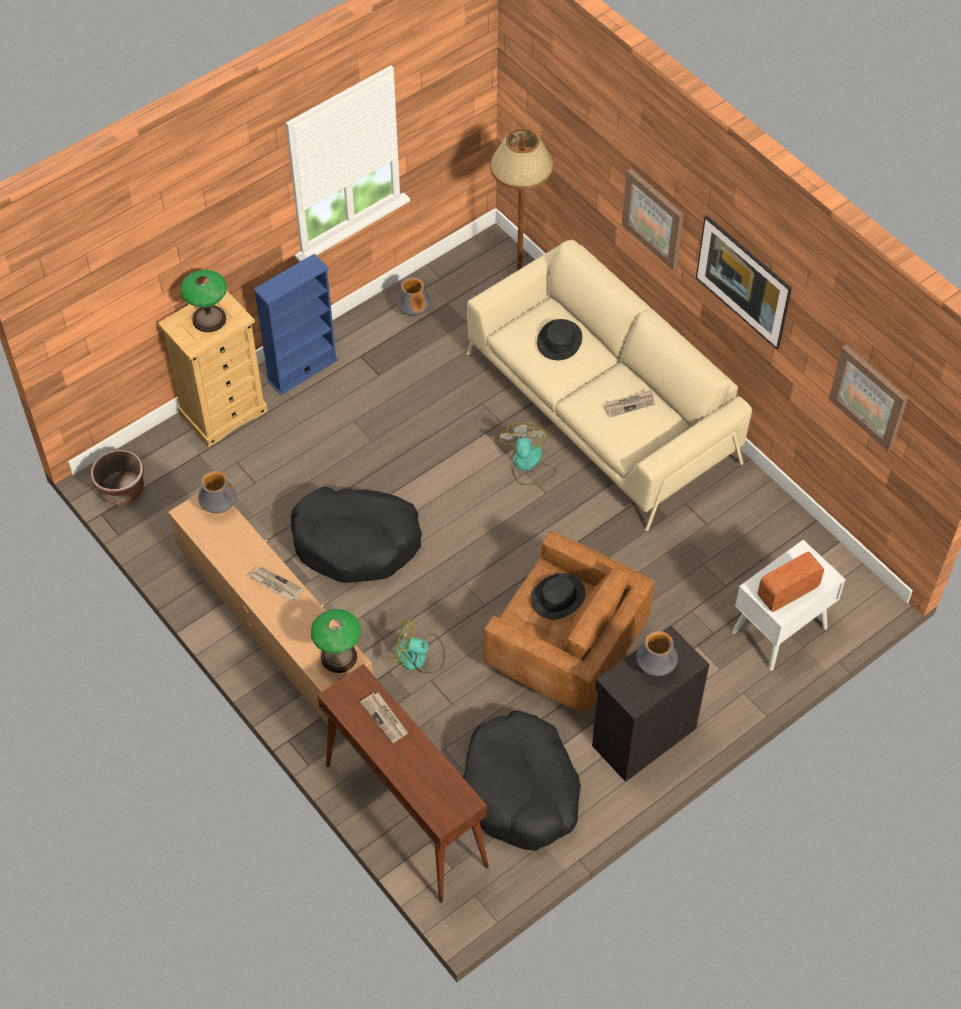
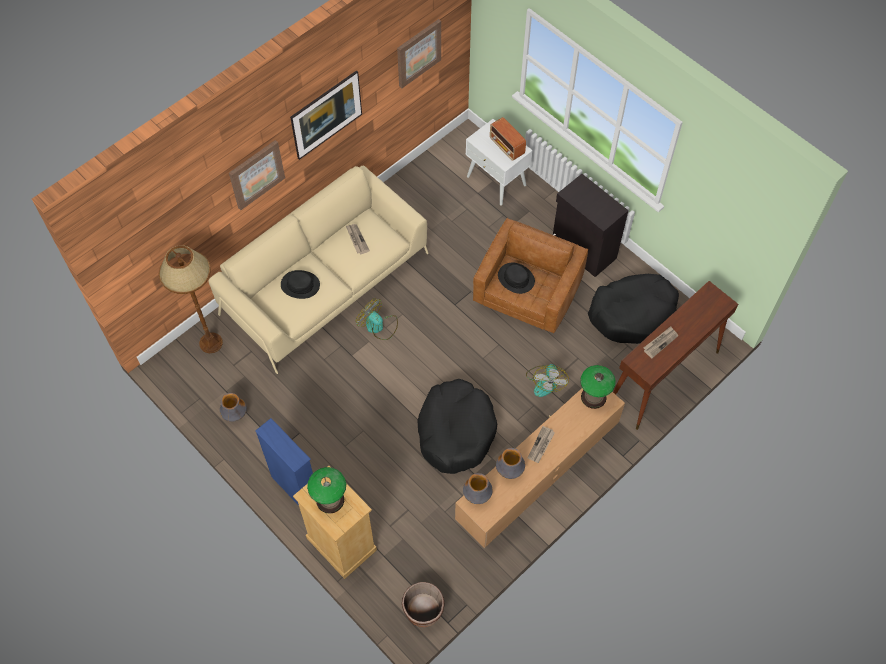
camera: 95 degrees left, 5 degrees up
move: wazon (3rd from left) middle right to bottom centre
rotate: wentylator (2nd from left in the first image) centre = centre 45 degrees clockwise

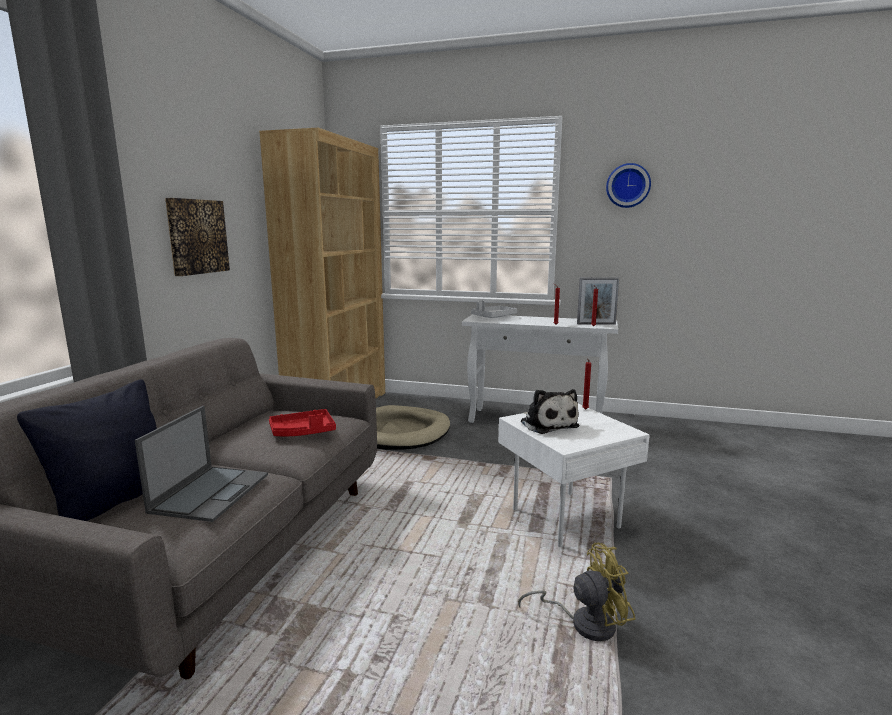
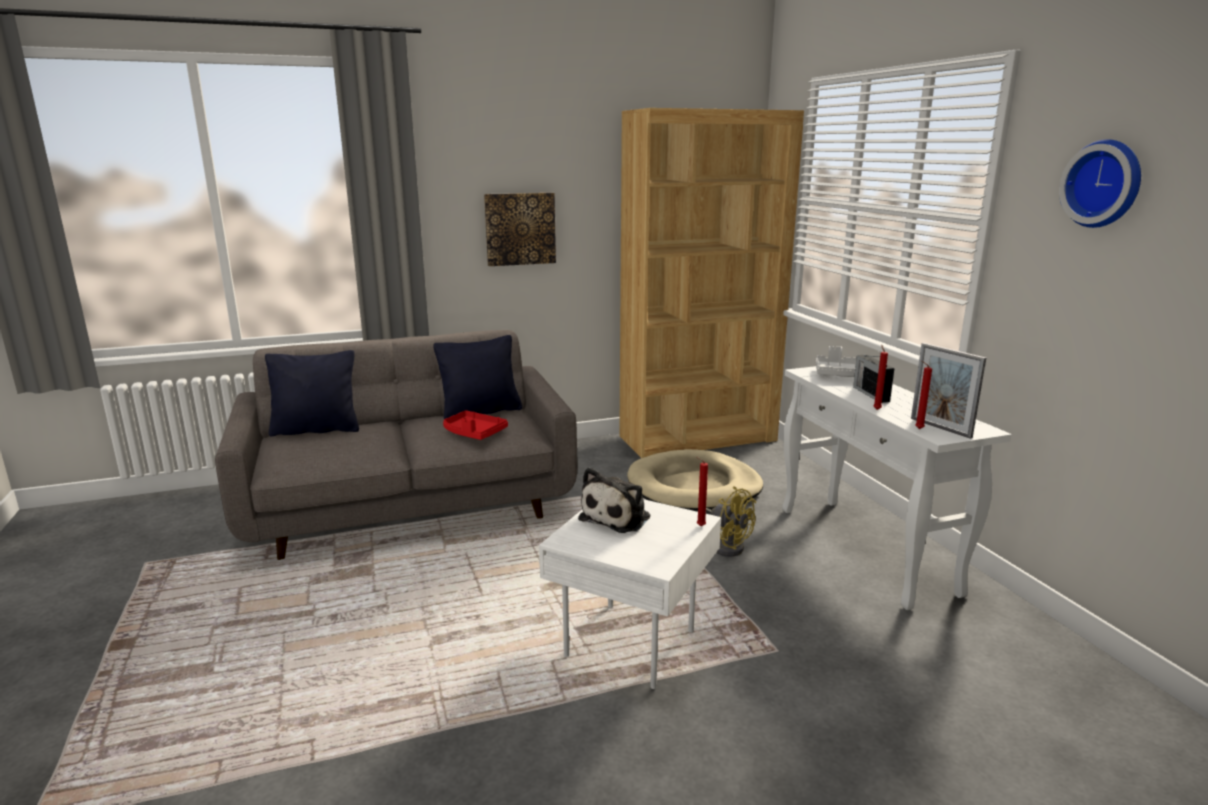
camera: 55 degrees right, 5 degrees up
delete: laptop middle left
insert: poduszka [czarny] (2nd from left) centre; radio middle right
move: wentylator [żółty] bottom centre to centre

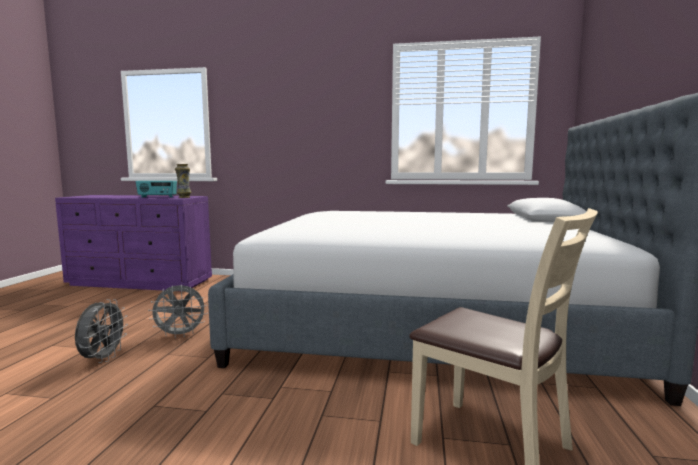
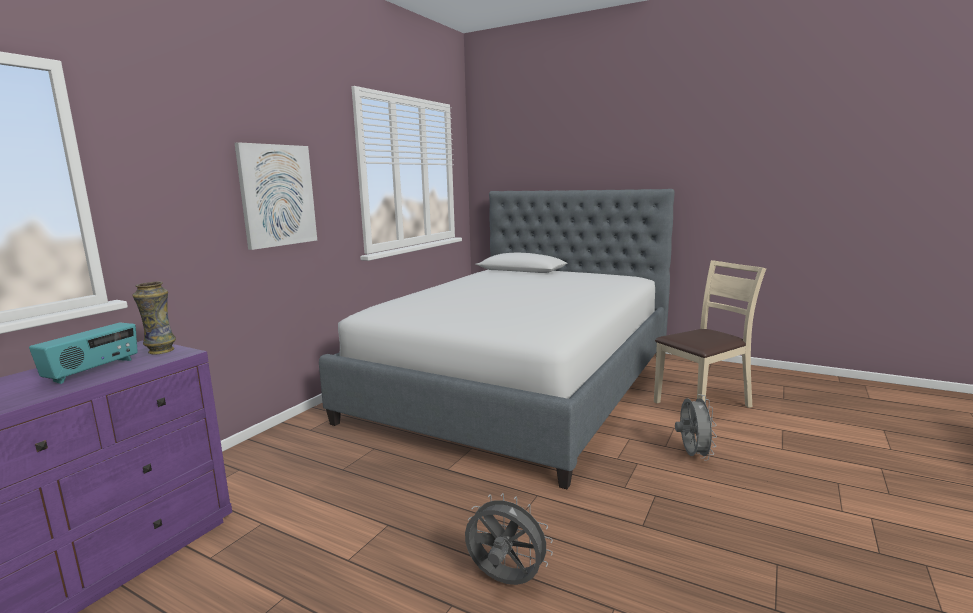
camera: 70 degrees left, 5 degrees up
insert: obraz top left
move: wentylator [szary] (2nd from left) bottom left to bottom right

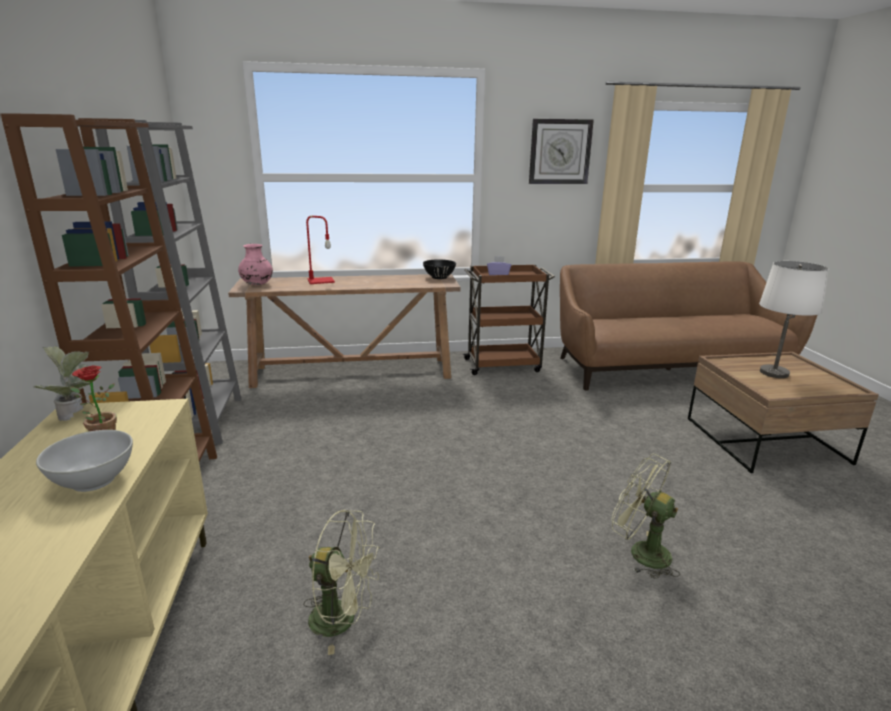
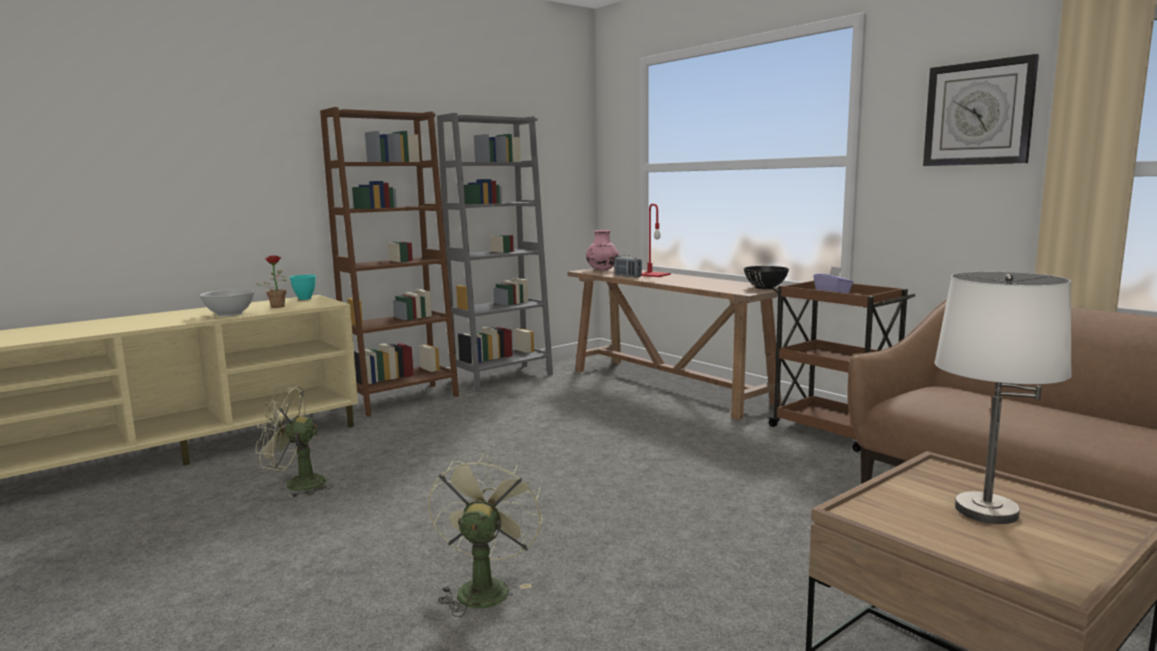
camera: 60 degrees right, 10 degrees down
insert: radio centre
replace: roślina doniczkowa (1st from left) middle left to miska [turkusowy] middle left
rotate: wentylator [zielony] (1st from left) bottom centre = bottom left 105 degrees clockwise

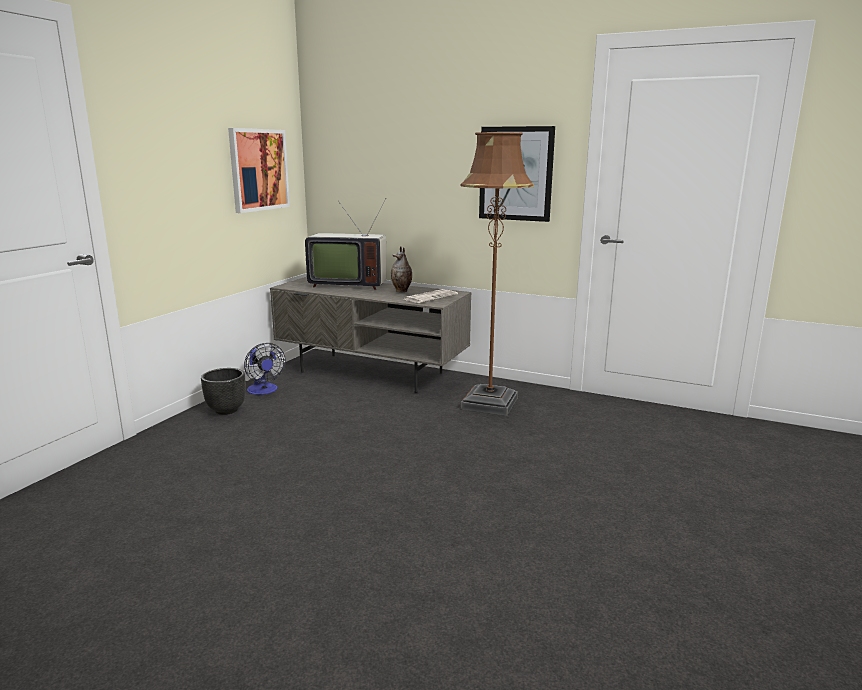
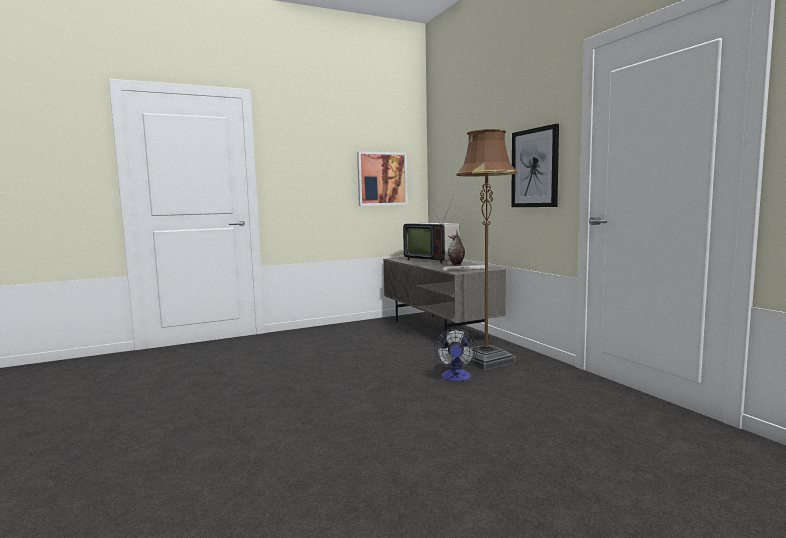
camera: 40 degrees right, 10 degrees down
delete: donica [czarny] middle left
move: wentylator middle left to centre

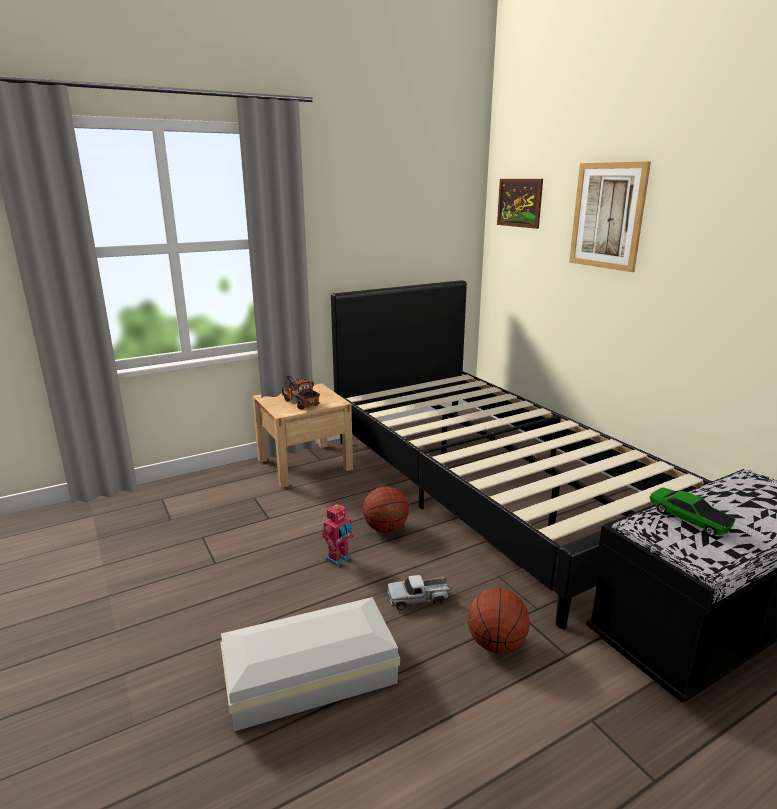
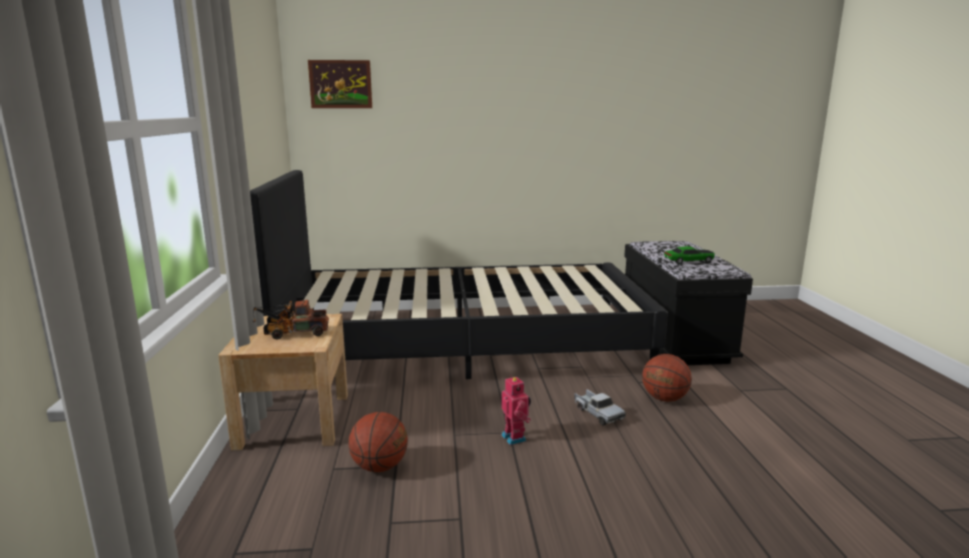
camera: 65 degrees left, 5 degrees down
delete: pojemnik do przechowywania [biały] bottom centre; obraz (2nd from left) top right
move: piłka do koszykówki (1st from left) centre to bottom centre
rotate: ciężarówka zabawkowa (2nd from left) bottom centre = bottom centre 45 degrees counterclockwise

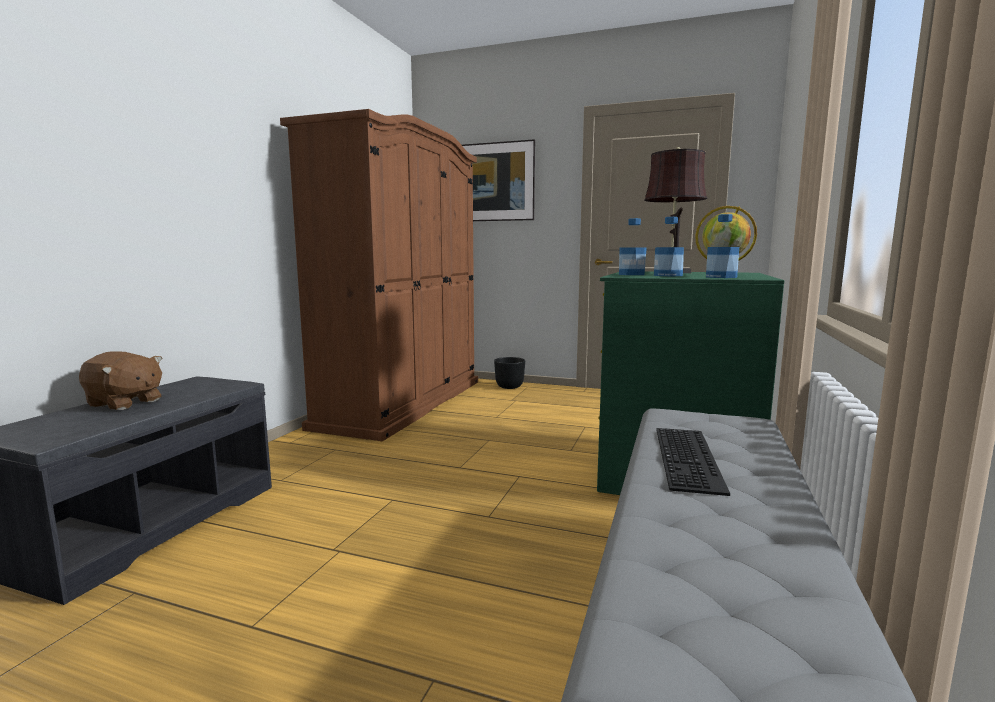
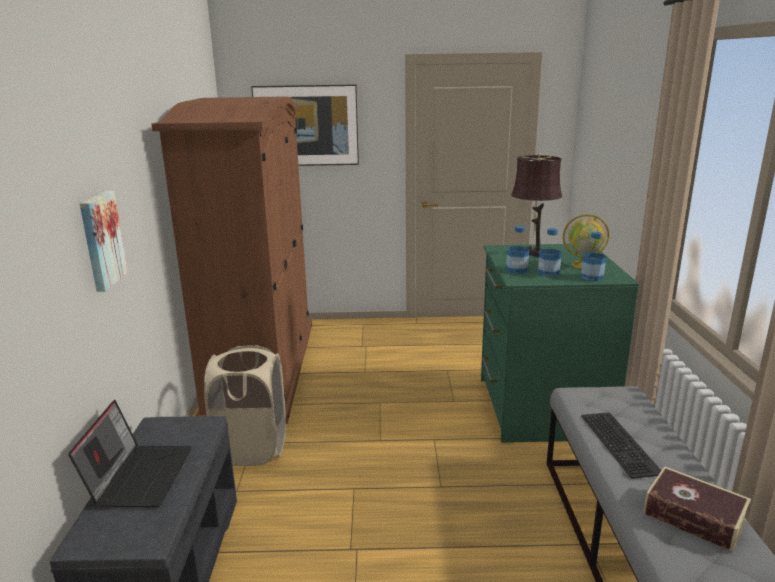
camera: 20 degrees left, 10 degrees up
delete: donica [czarny] centre
insert: obraz (1st from left) middle left; kosz na pranie [beżowy] bottom left; książka bottom right
replace: pluszak [brązowy] middle left to laptop bottom left

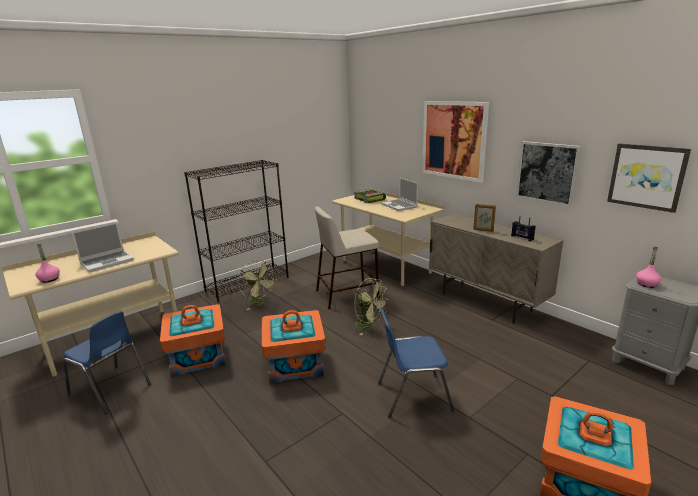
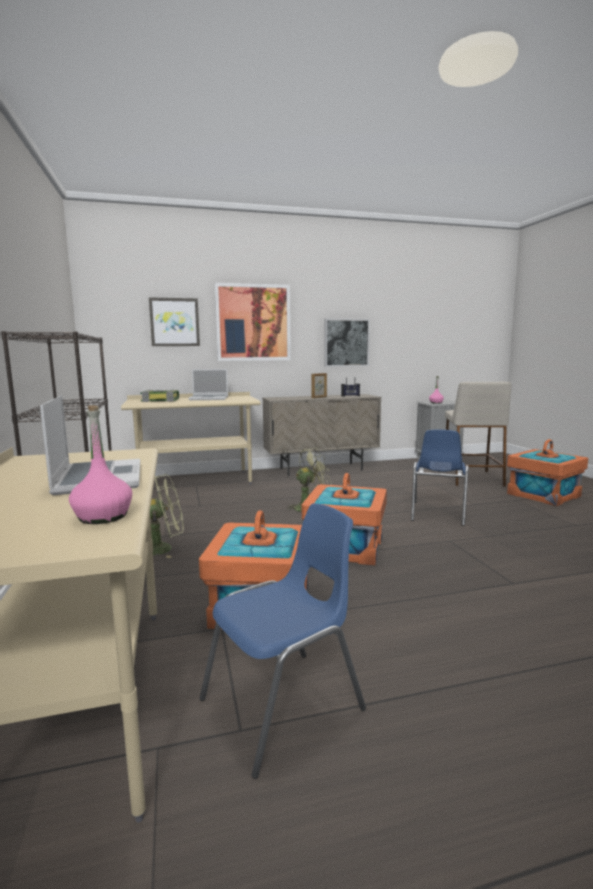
camera: 65 degrees left, 10 degrees down
move: stołek [beżowy] centre to middle right; obraz (3rd from left in the first image) middle right to obraz (1st from left) middle left

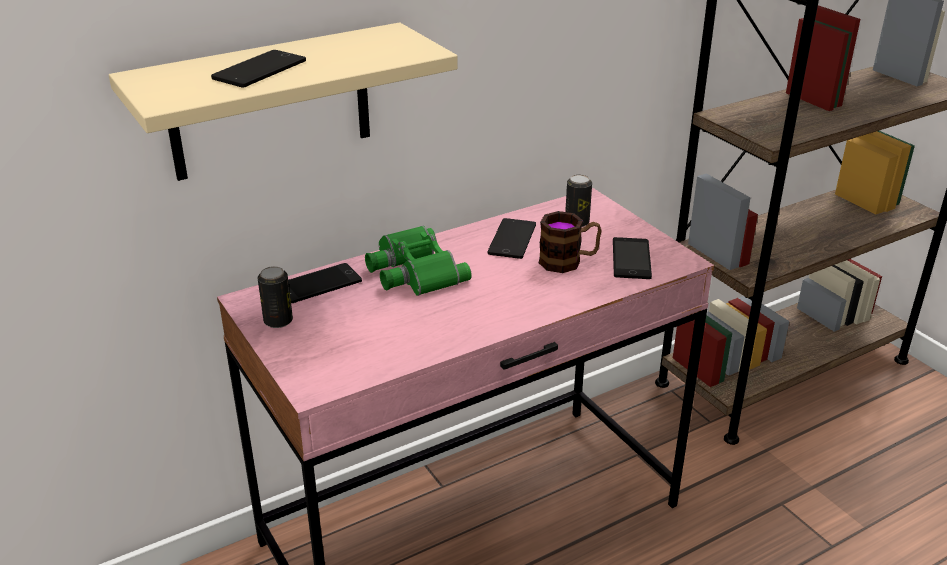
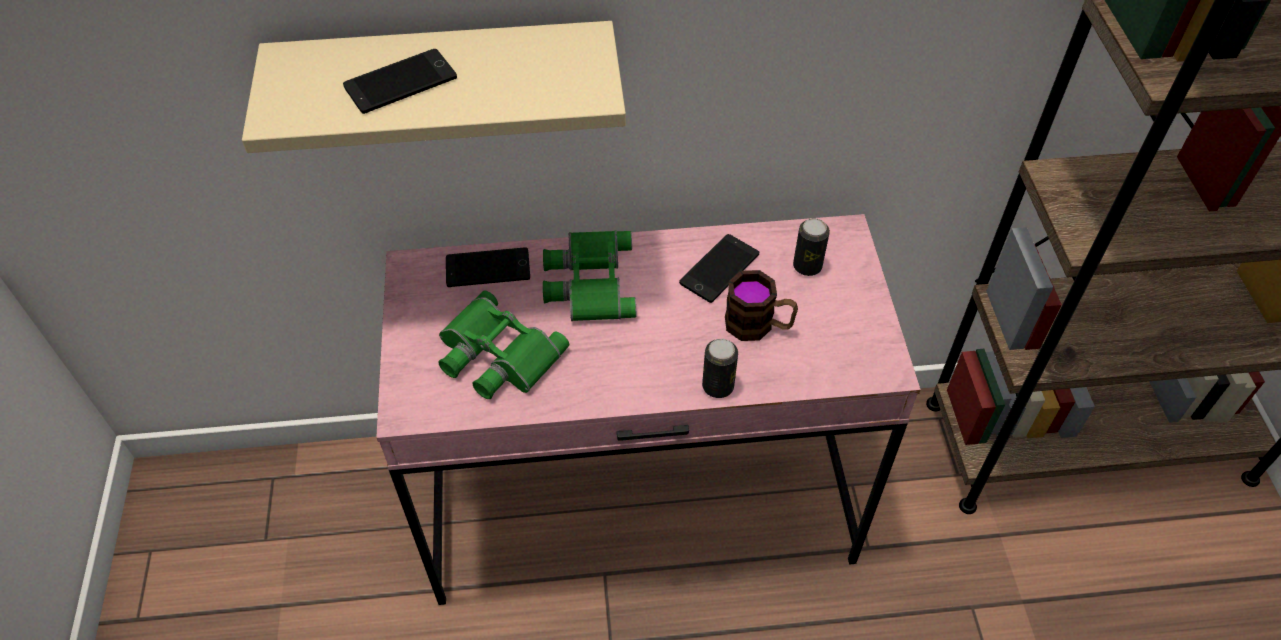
camera: 25 degrees right, 20 degrees up
delete: telefon (4th from left) middle right
insert: lornetka [zielony] (1st from left) centre
move: puszka (1st from left) middle left to centre

